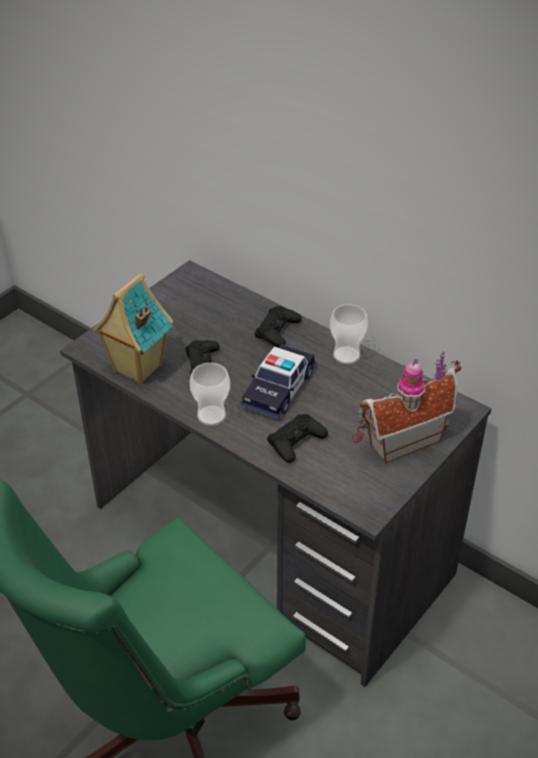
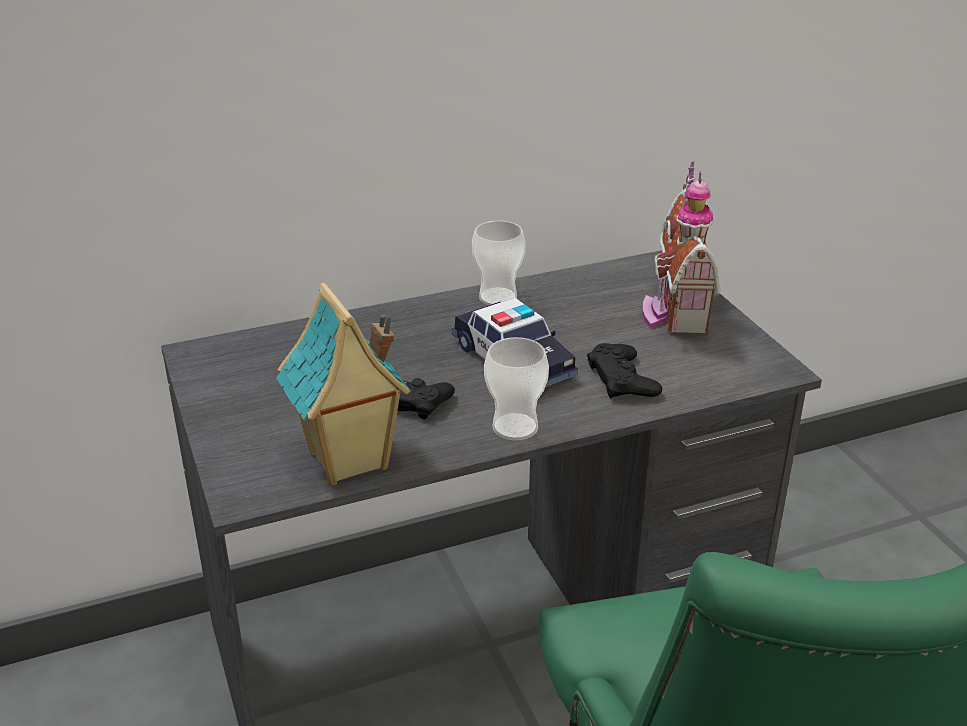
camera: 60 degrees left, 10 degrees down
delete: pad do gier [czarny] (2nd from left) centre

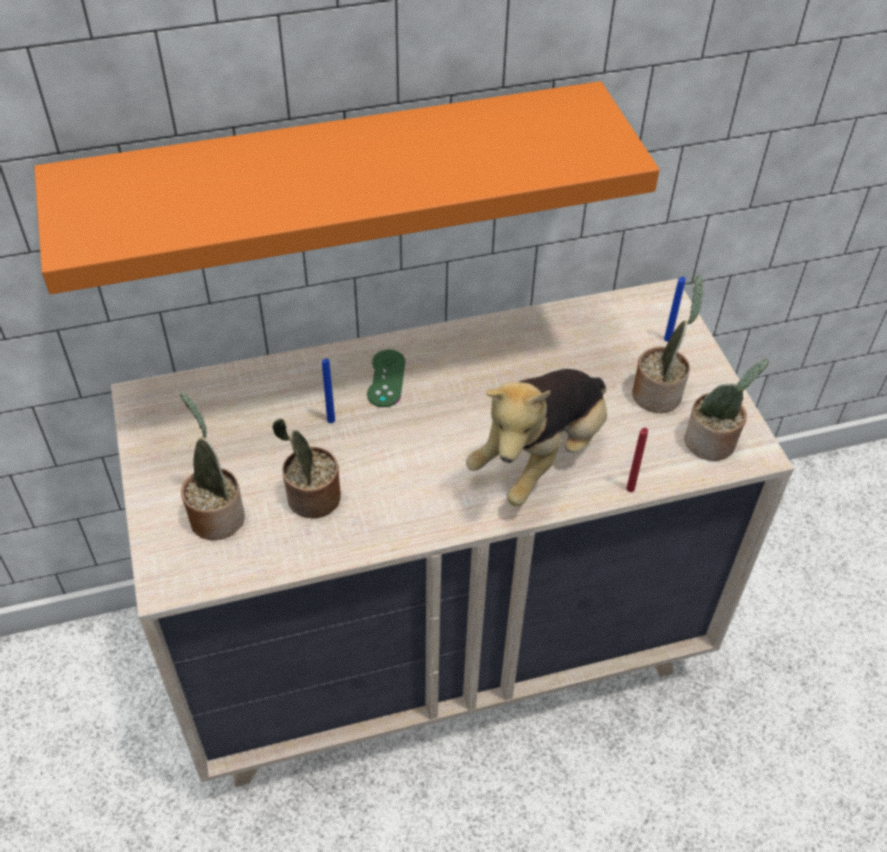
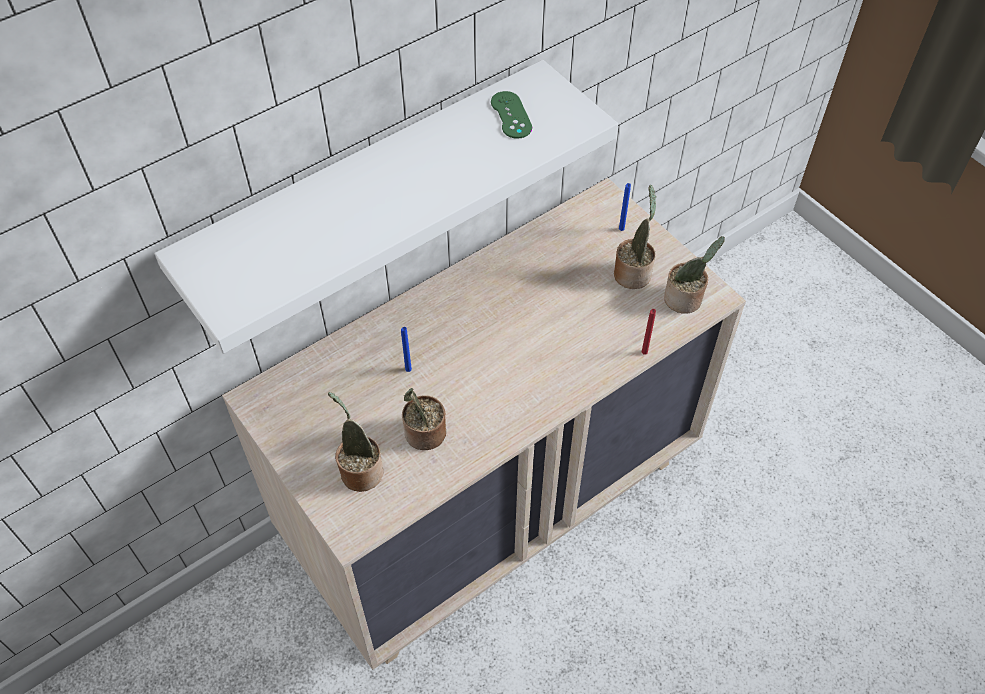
camera: 20 degrees left, 5 degrees up
delete: pluszak centre
move: pad do gier [zielony] centre to top centre
recolor: półka [pomarańczowy] top centre to półka [biały] top centre

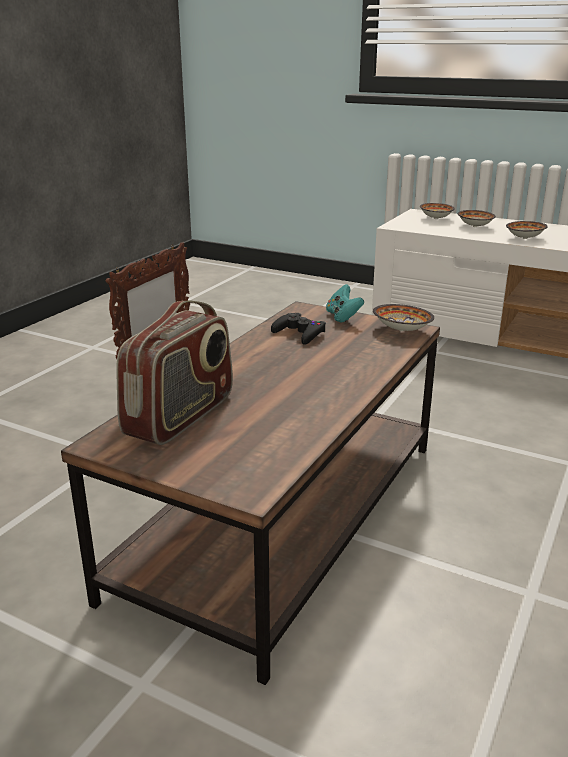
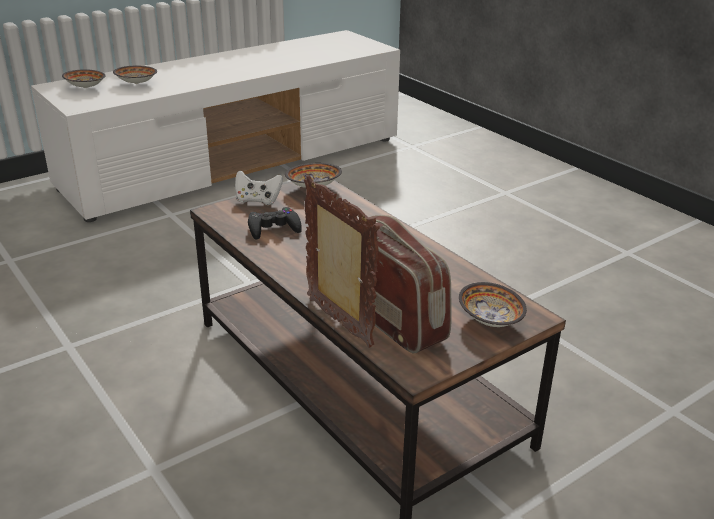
camera: 65 degrees left, 5 degrees up
move: miska (4th from left) top right to middle right
recolor: pad do gier [turkusowy] centre to pad do gier [biały] centre

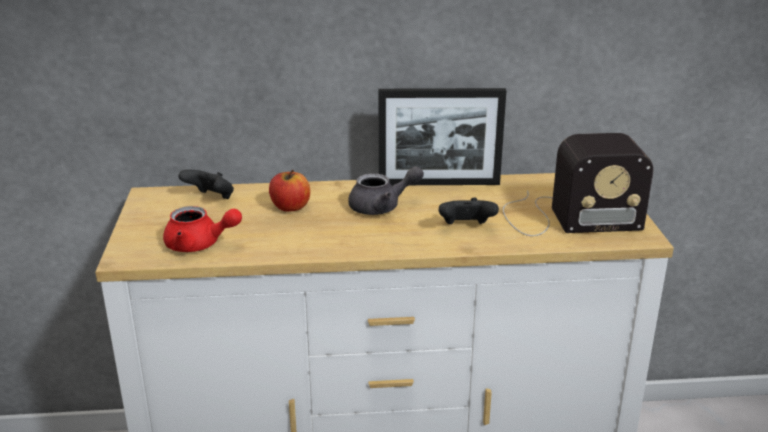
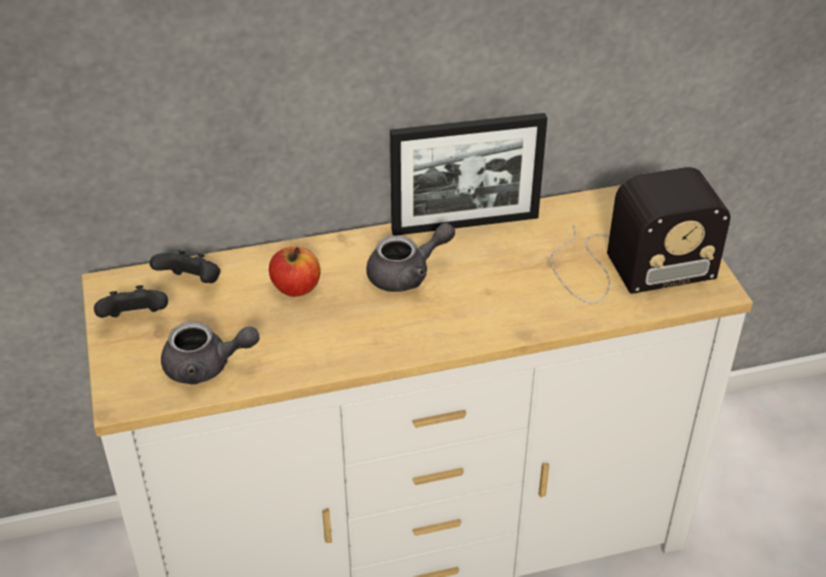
camera: 10 degrees left, 15 degrees up
move: pad do gier [czarny] (2nd from left in the first image) centre to pad do gier [czarny] (1st from left) middle left
recolor: imbryk [czerwony] middle left to imbryk [szary] (1st from left) middle left

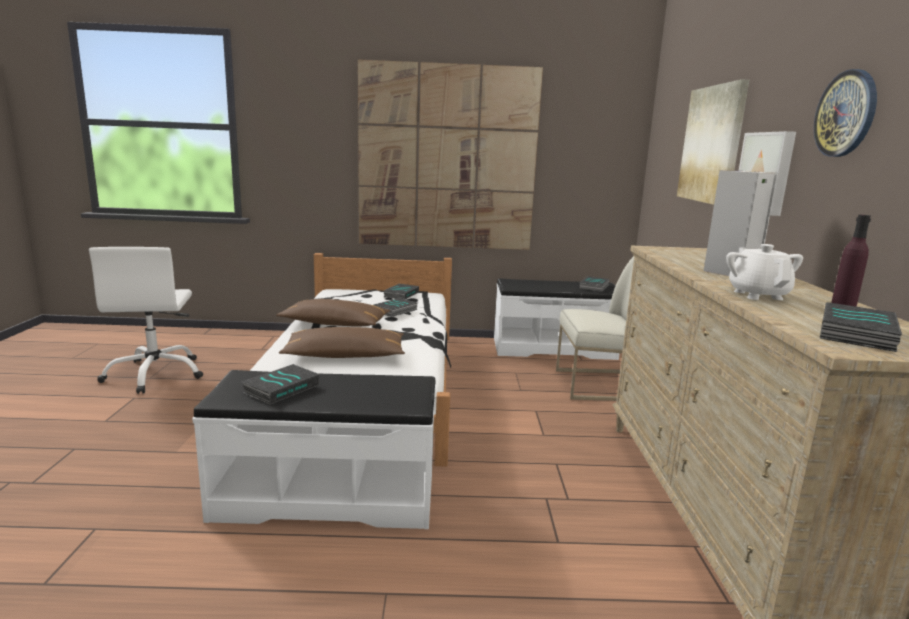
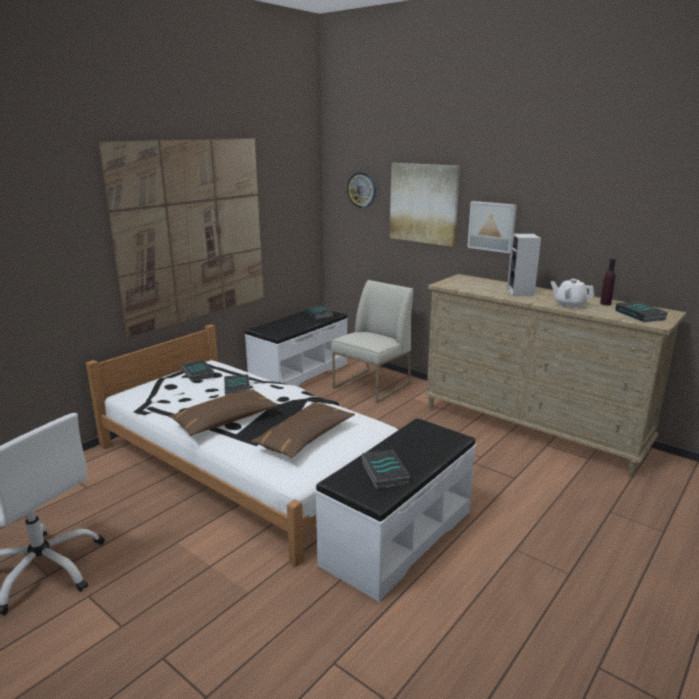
camera: 50 degrees left, 5 degrees up
move: zegar ścienny top right to top centre

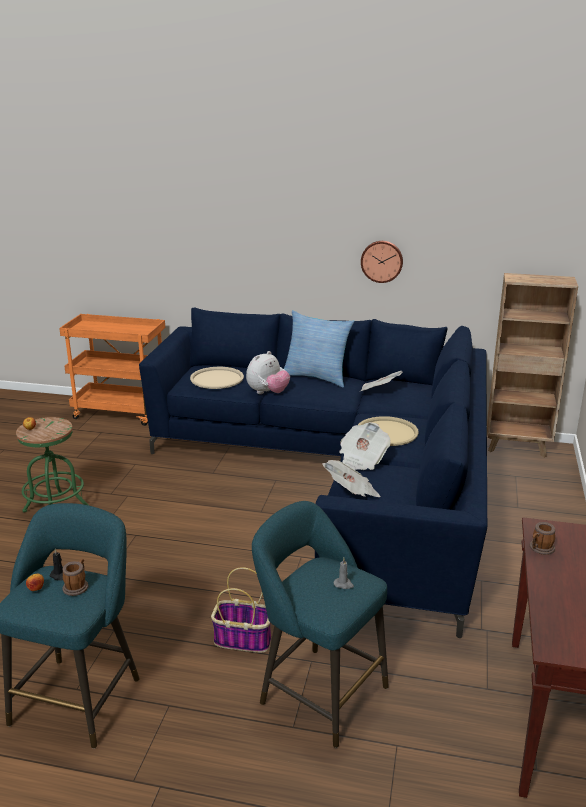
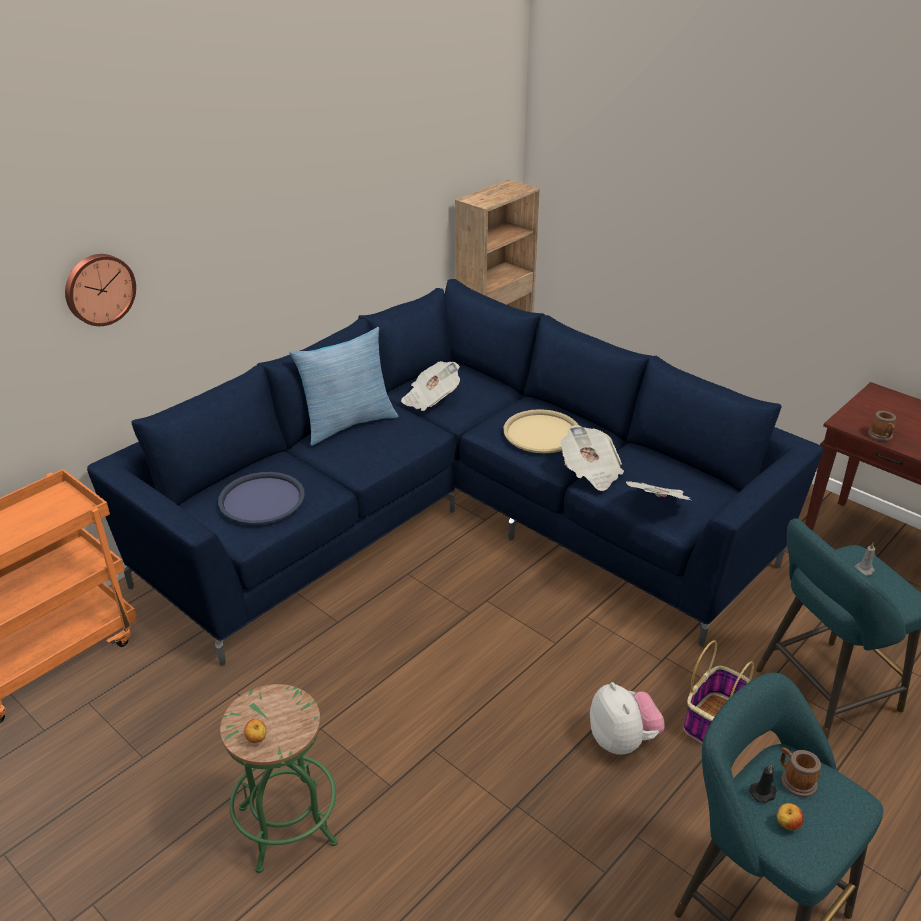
camera: 60 degrees left, 10 degrees up
move: pluszak centre to bottom right; zegar ścienny top centre to top left
recolor: taca [beżowy] (1st from left) centre to taca [niebieski] middle left

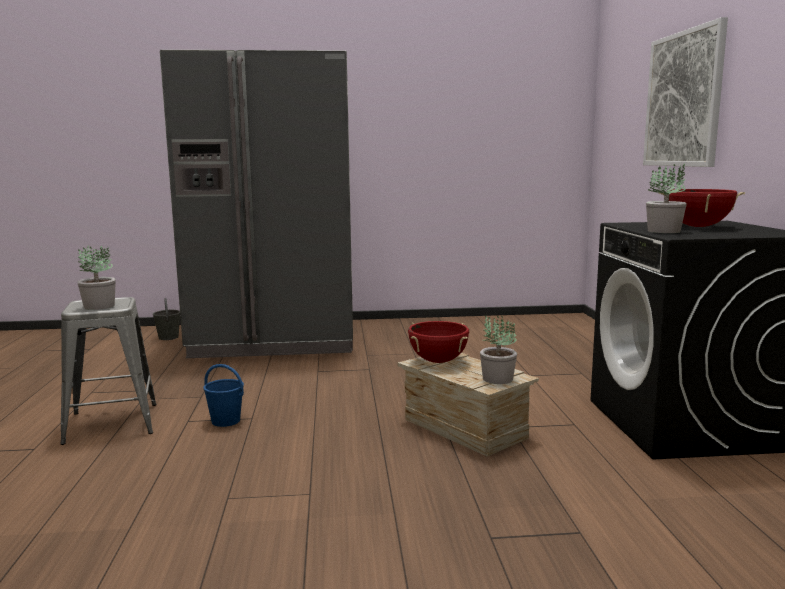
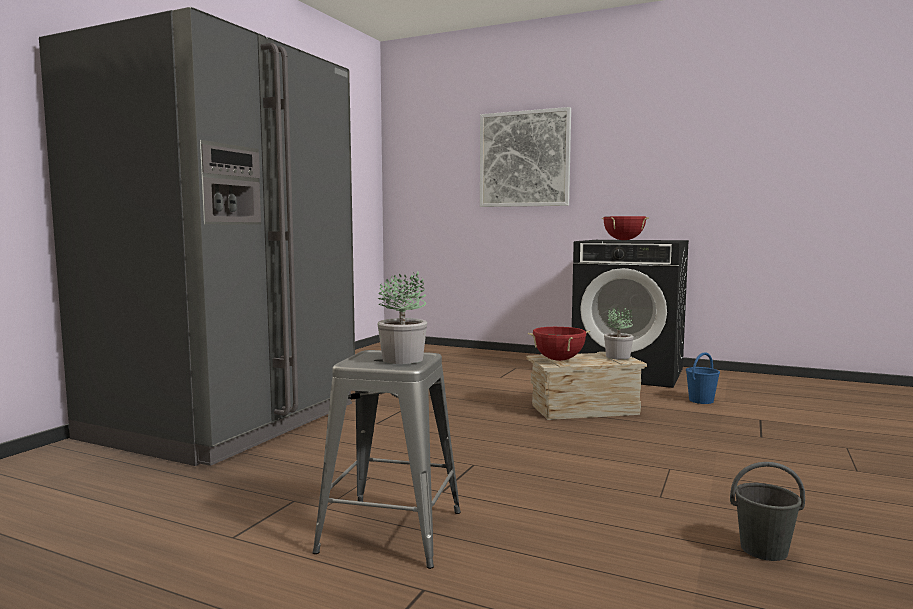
camera: 60 degrees left, 5 degrees down
delete: roślina doniczkowa (3rd from left) middle right
move: wiadro [szary] middle left to bottom right; wiadro [niebieski] bottom left to middle right

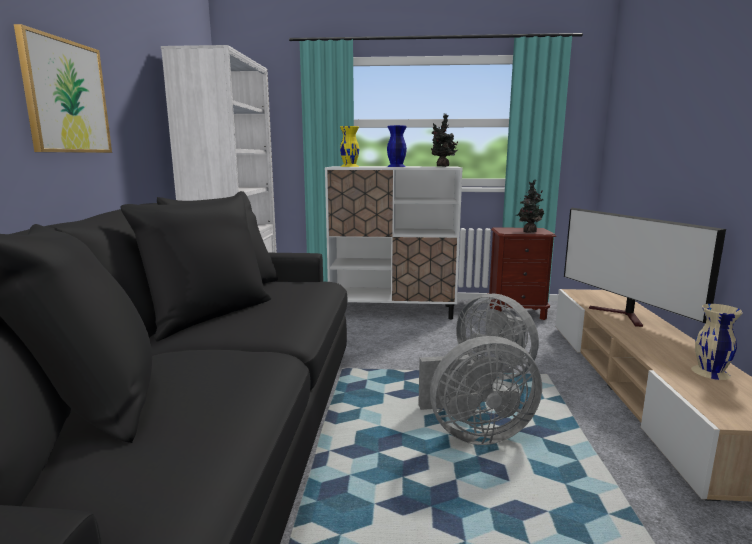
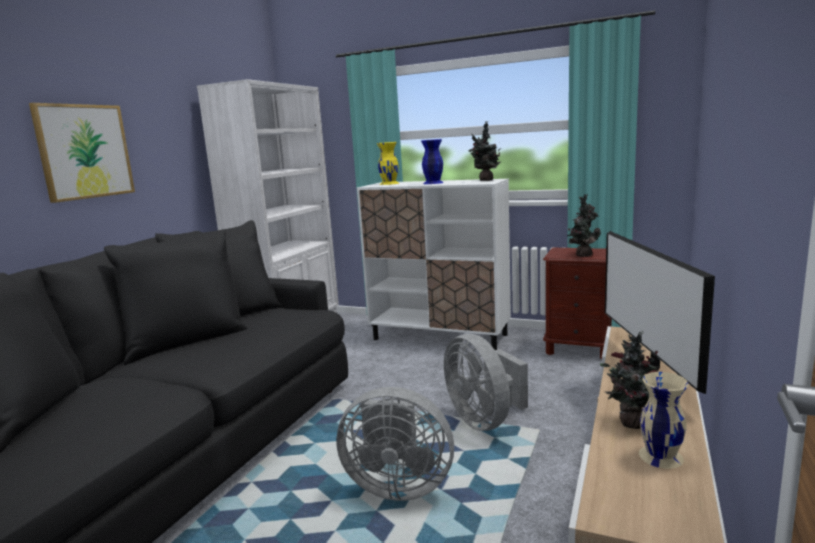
camera: 20 degrees right, 0 degrees up
insert: roślina doniczkowa (3rd from left) bottom right

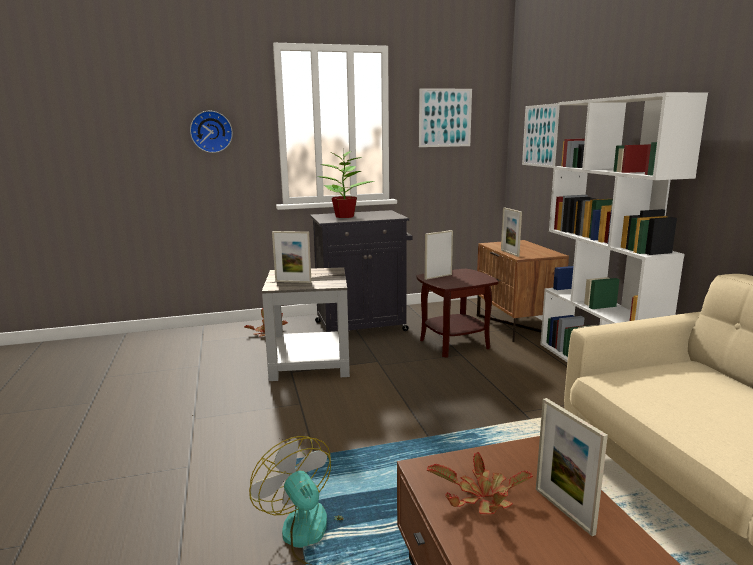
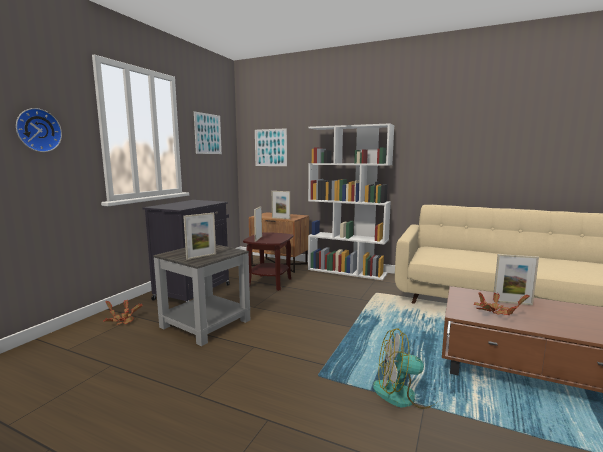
camera: 50 degrees left, 5 degrees down
delete: roślina doniczkowa (2nd from left) top centre

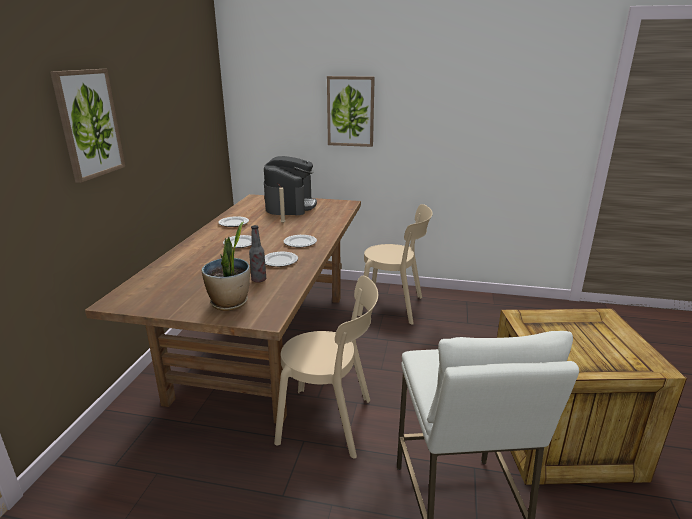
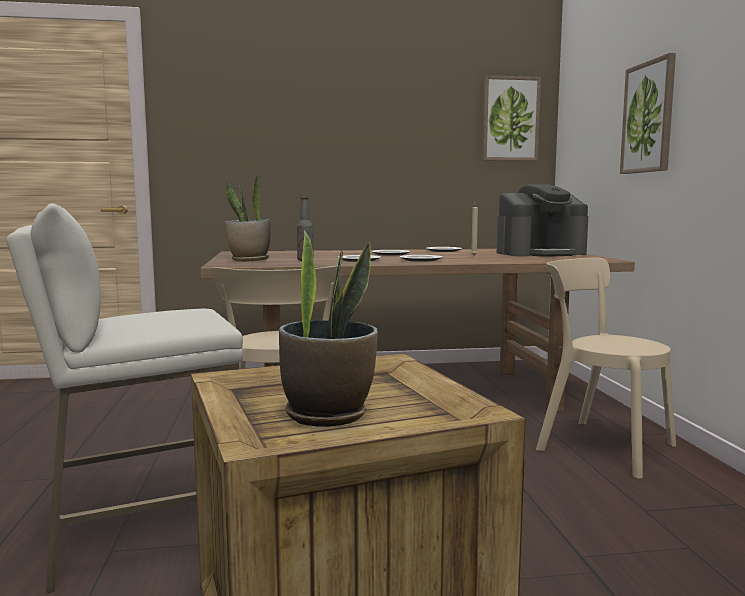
camera: 70 degrees right, 15 degrees down
insert: roślina doniczkowa (2nd from left) centre
move: obraz (1st from left) top left to top right
rotate: krzesło [beżowy] (2nd from left) centre = middle right 135 degrees clockwise

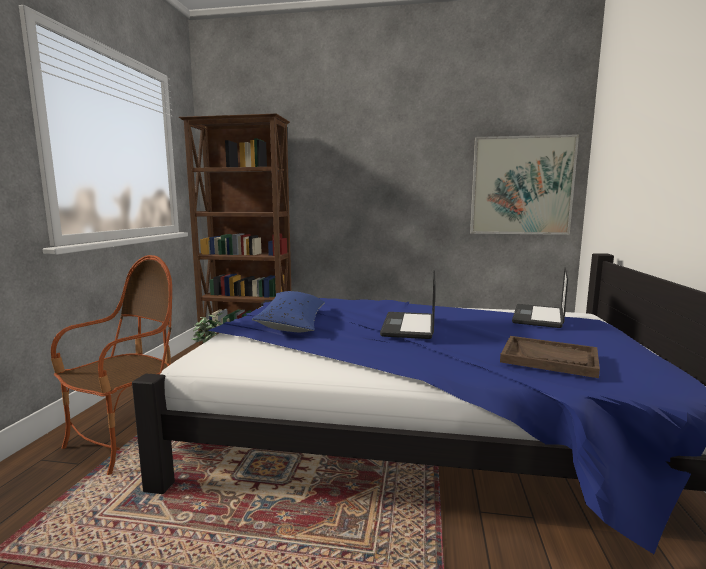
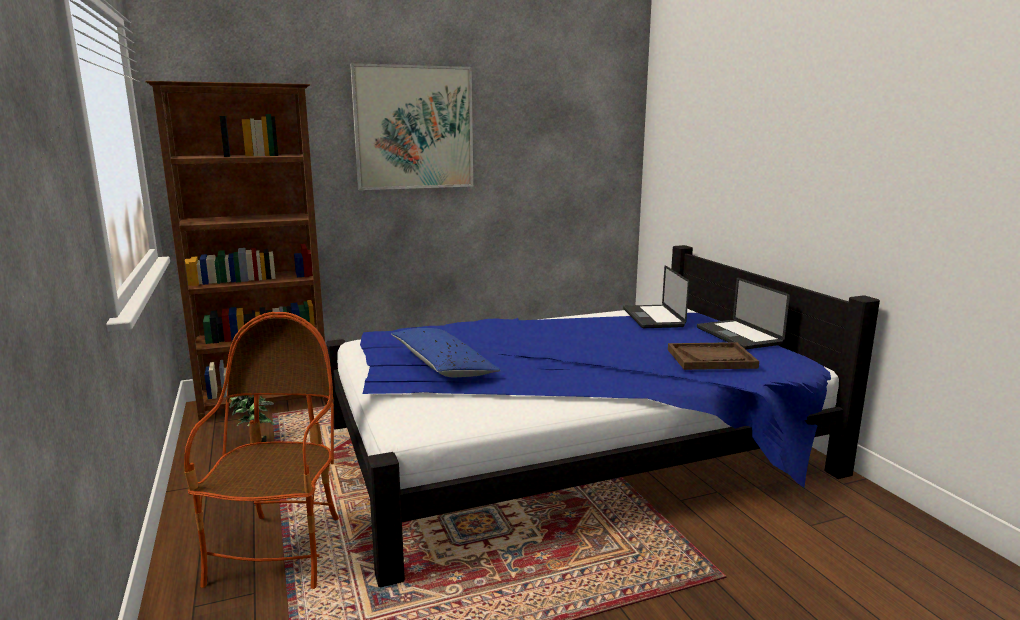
camera: 30 degrees left, 5 degrees up
move: laptop (1st from left in the first image) centre to laptop (2nd from left) middle right; obraz top right to top centre

